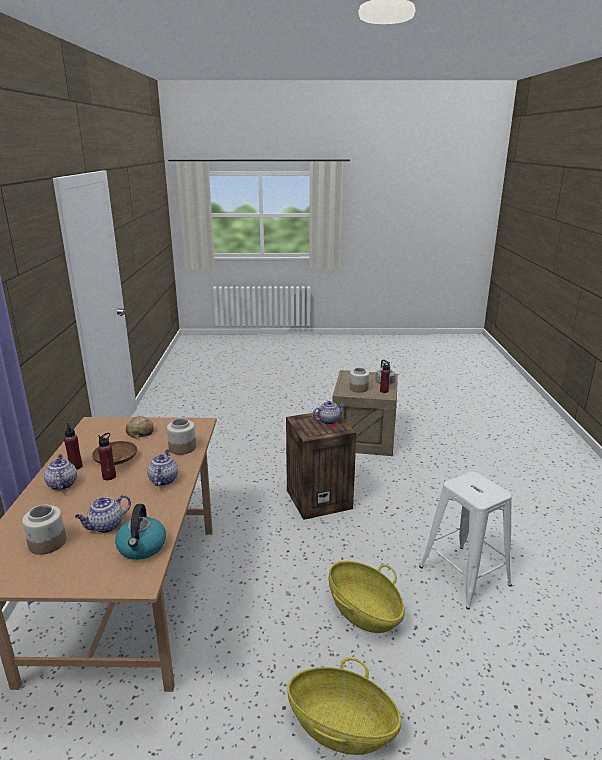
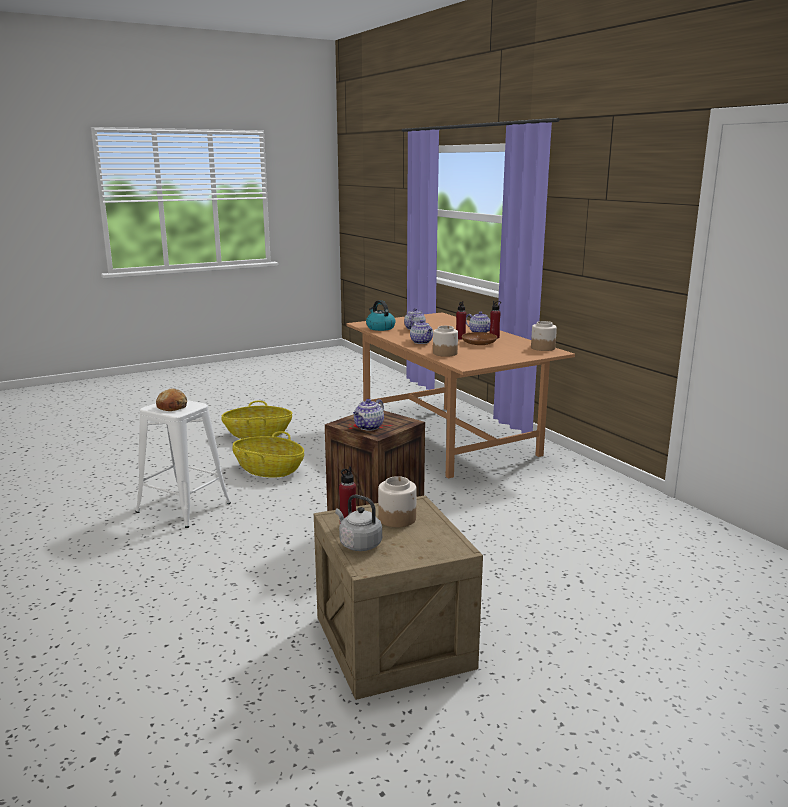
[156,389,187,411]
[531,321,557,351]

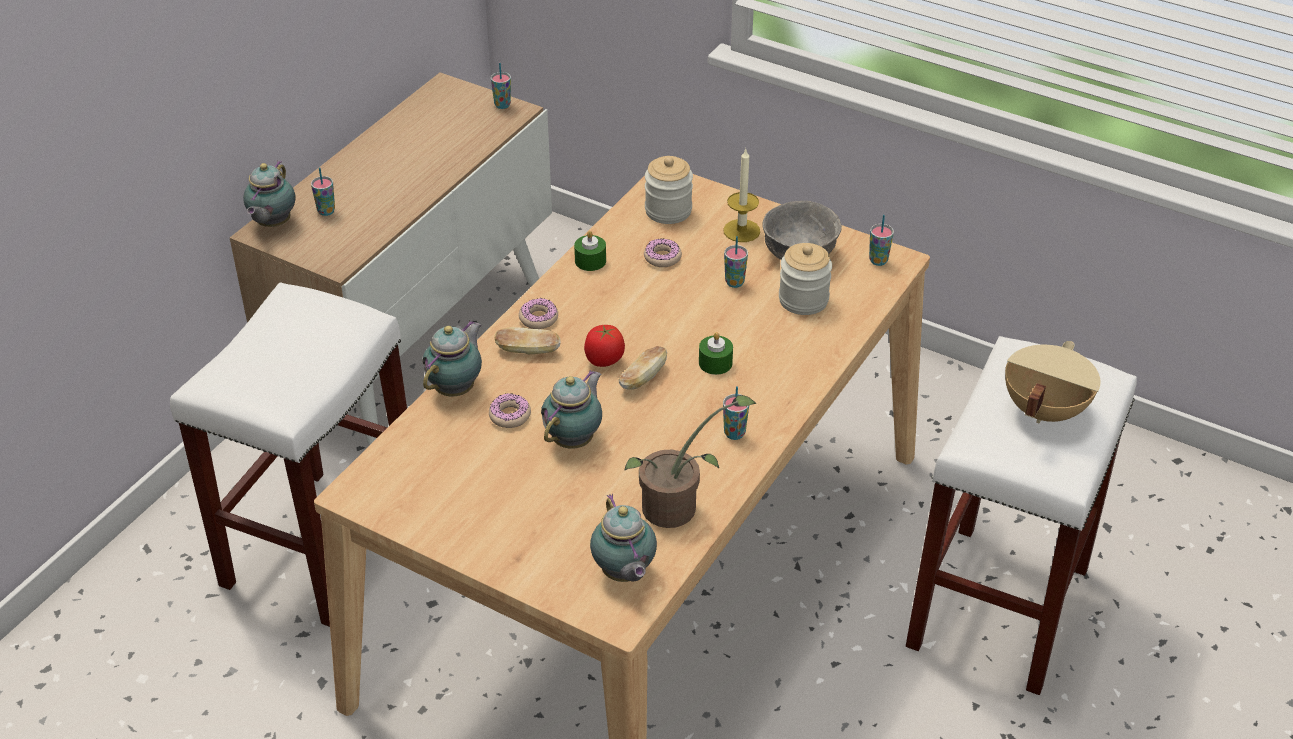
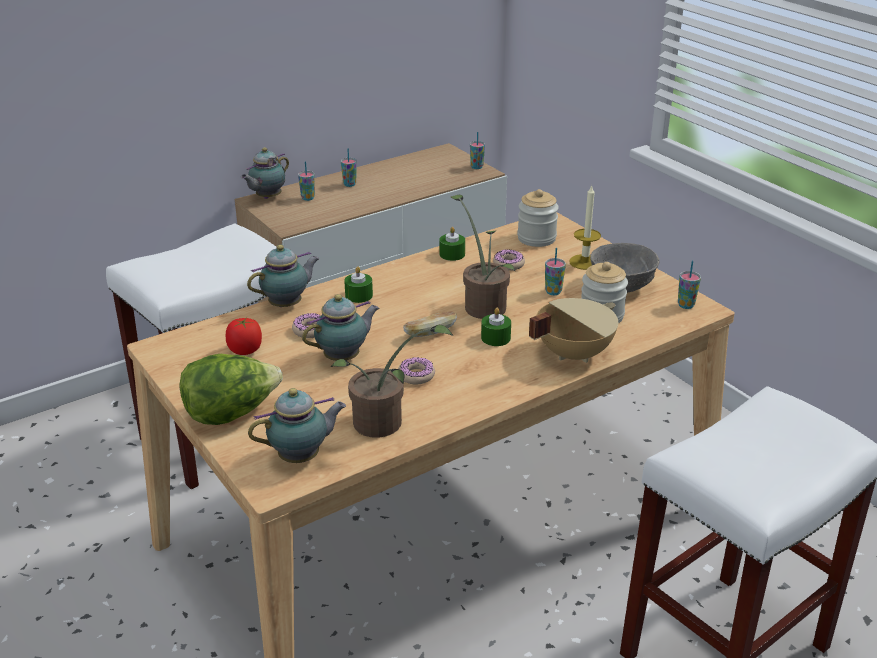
[179,354,283,425]
[226,318,262,355]
[248,388,346,463]
[341,148,357,187]
[344,267,373,303]
[398,357,435,384]
[451,195,515,319]
[529,298,618,363]

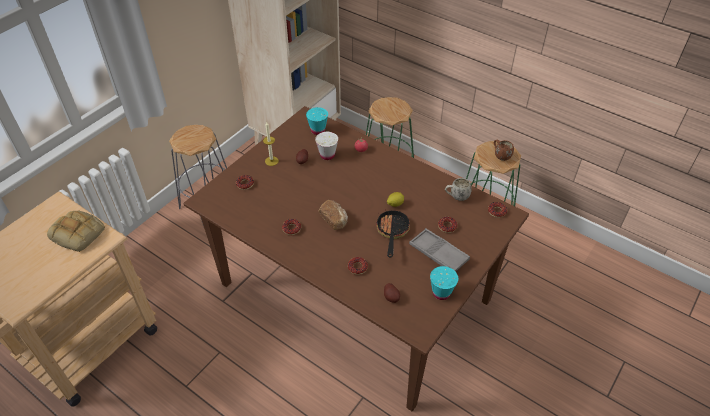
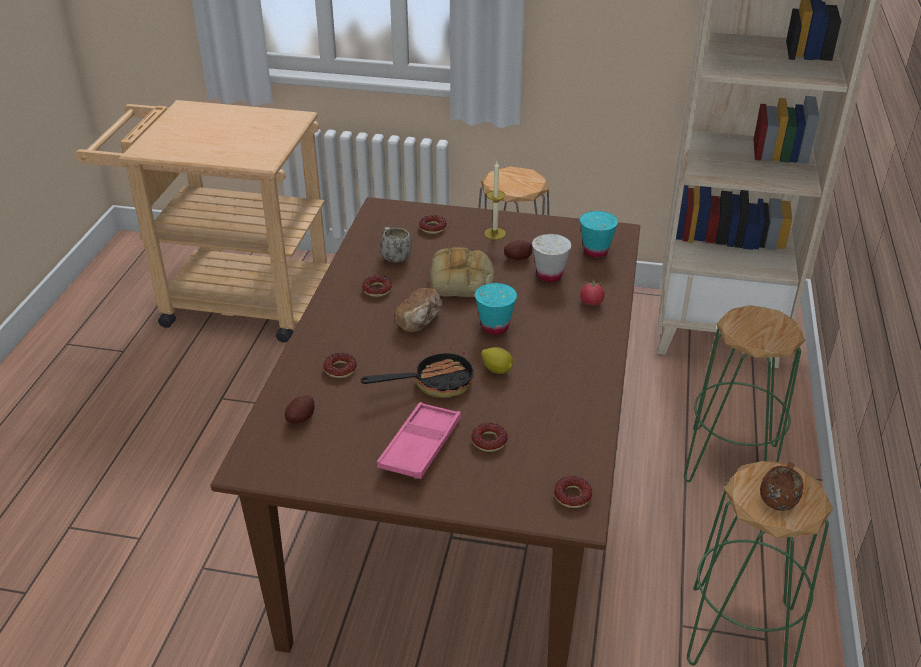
[377,402,461,479]
[380,227,412,263]
[430,247,495,297]
[475,283,517,335]

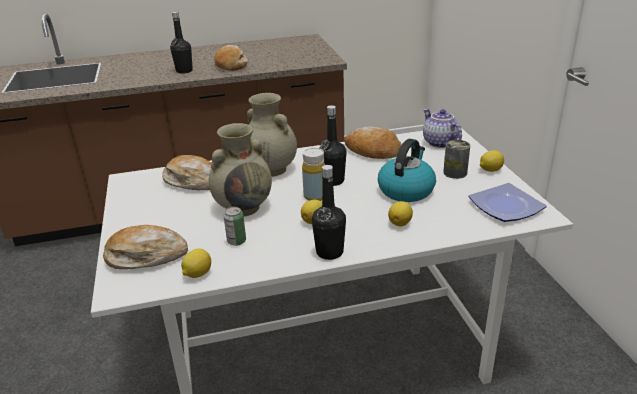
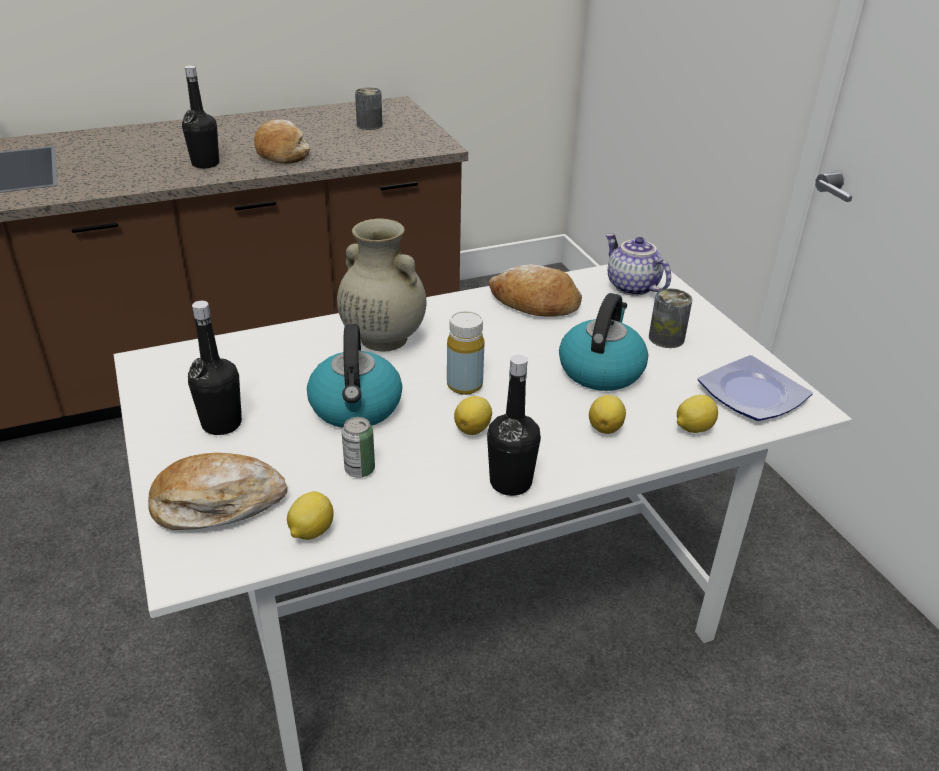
[188,301,242,435]
[307,324,402,428]
[355,87,382,130]
[677,395,718,433]
[162,155,212,191] (first image)

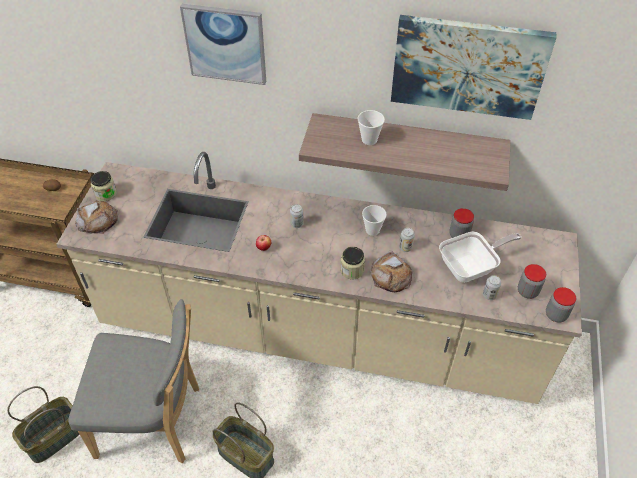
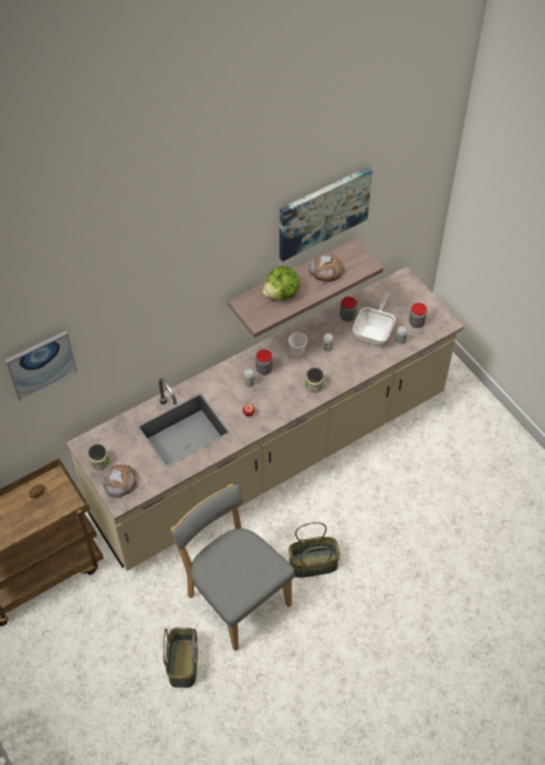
[5,331,78,401]
[170,483,295,651]
[256,349,273,375]
[263,266,300,300]
[309,254,345,283]

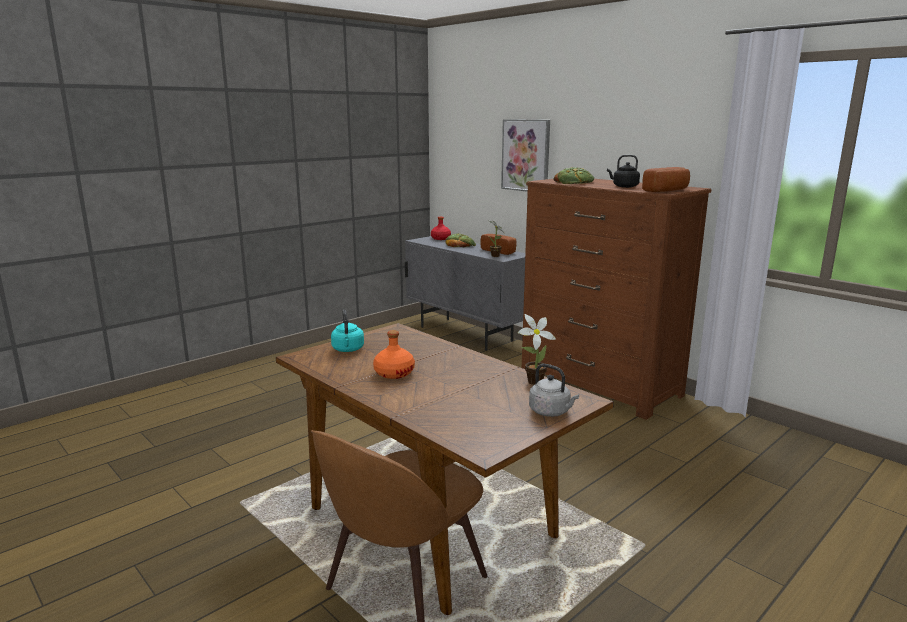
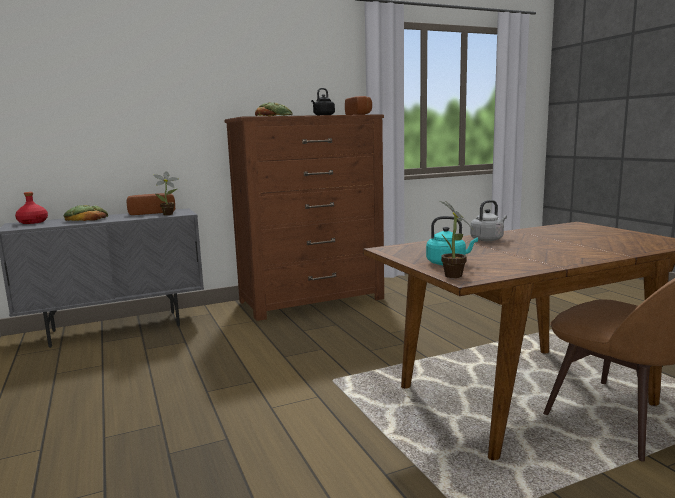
[440,200,474,278]
[470,200,507,241]
[373,330,415,379] (first image)
[501,119,550,192] (first image)

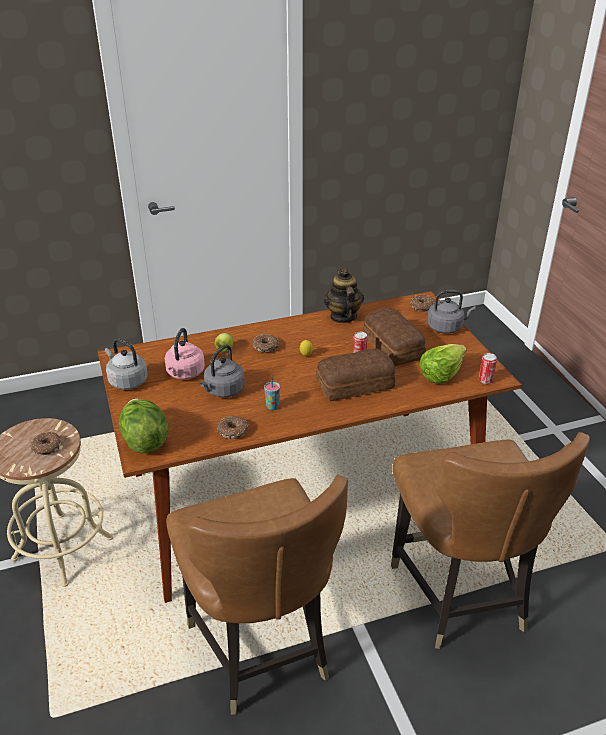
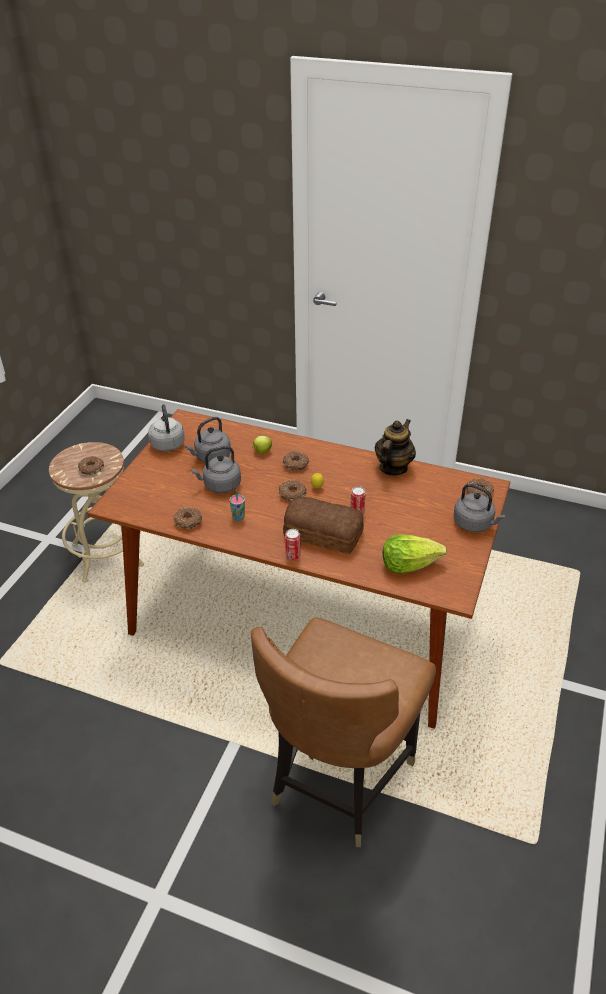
[185,417,231,462]
[279,480,307,501]
[285,529,301,560]
[119,399,169,453] (first image)
[166,475,348,715] (first image)
[363,308,426,366] (first image)

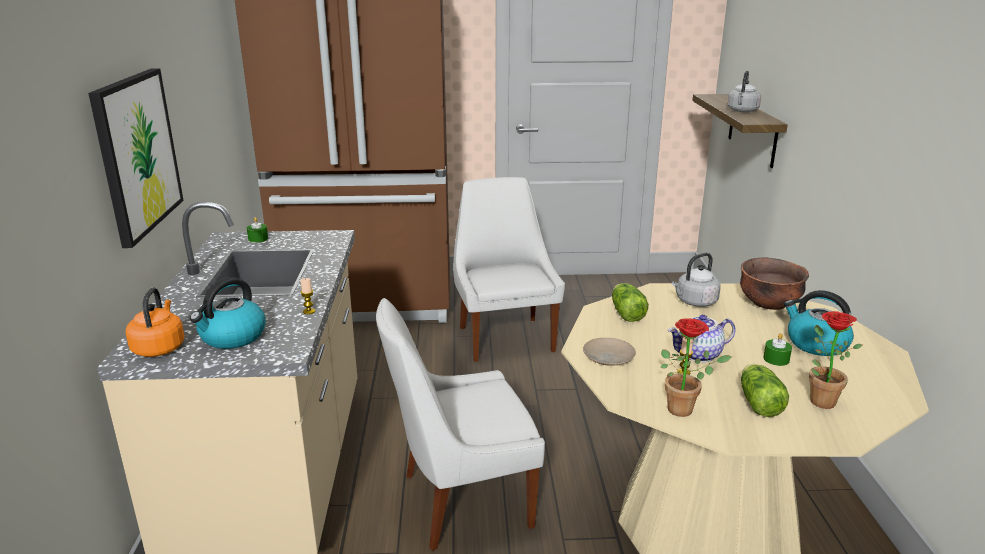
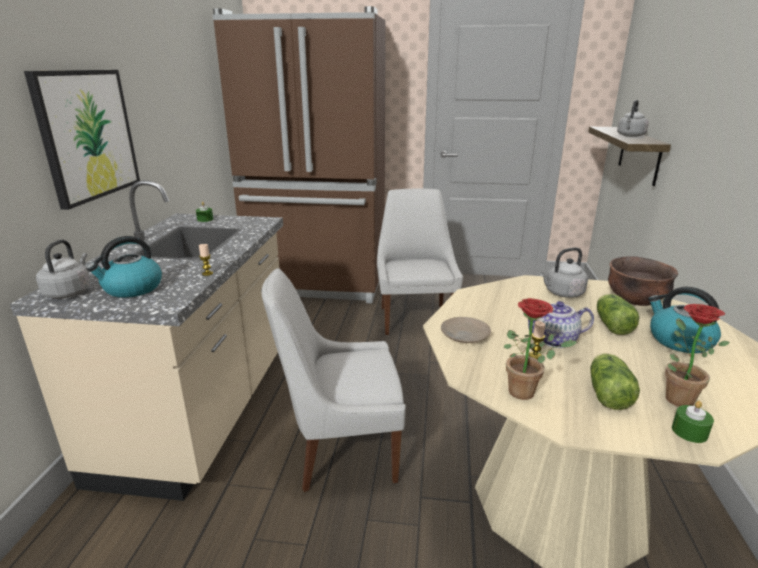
[36,239,91,299]
[597,294,639,335]
[672,401,714,443]

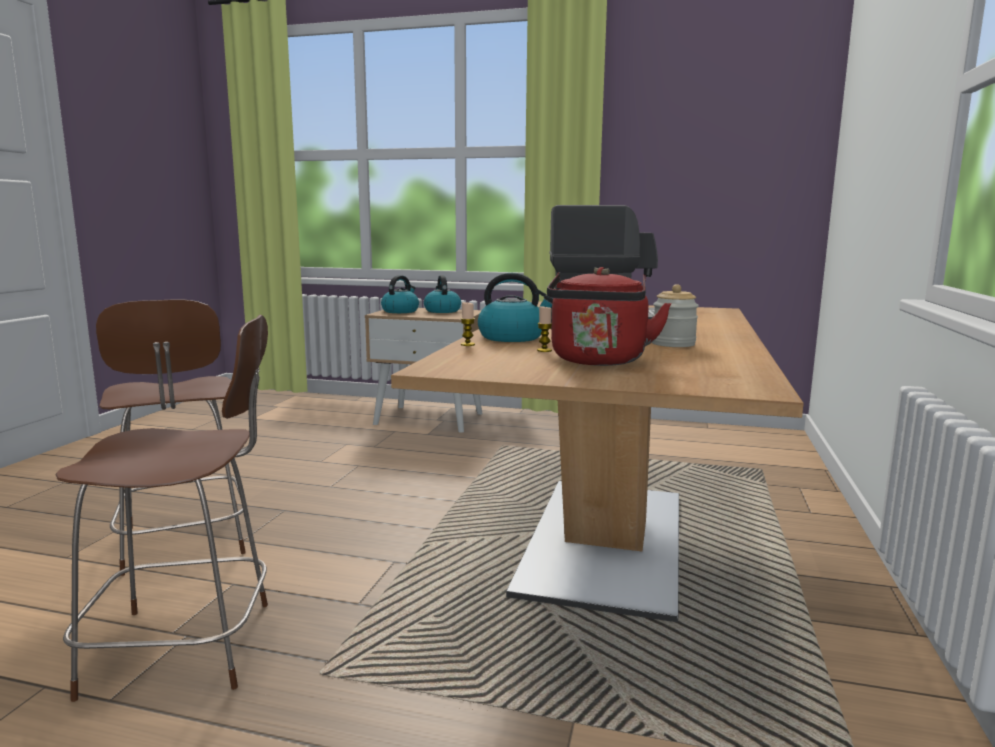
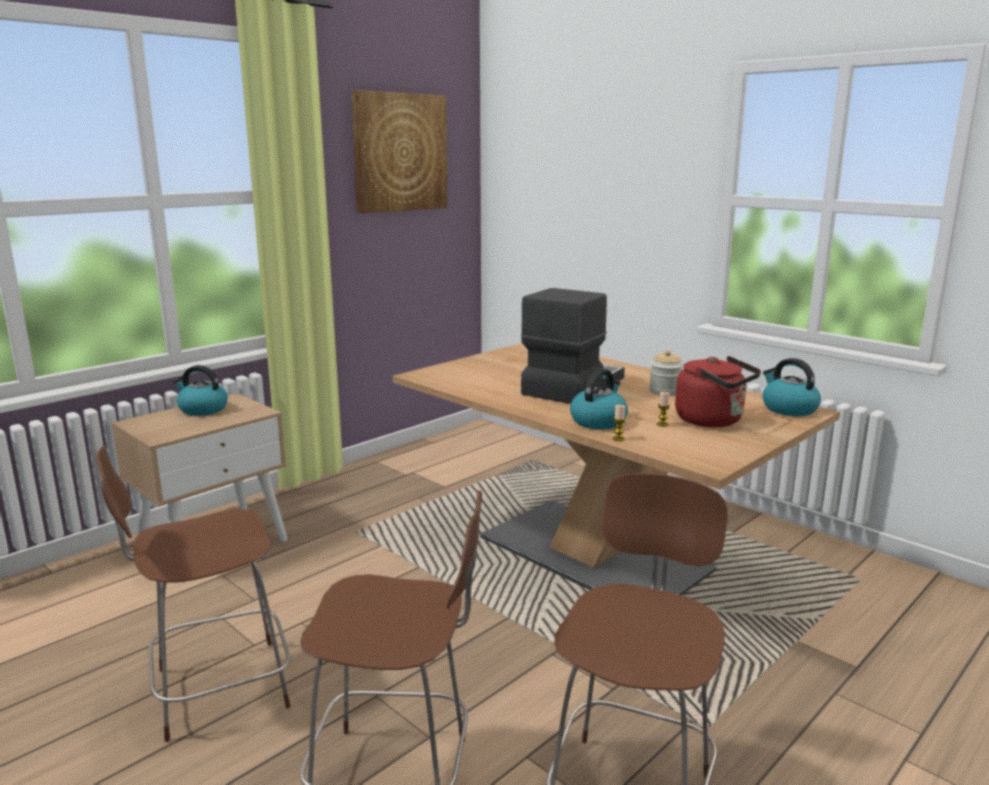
[96,446,291,742]
[351,90,447,213]
[763,358,821,416]

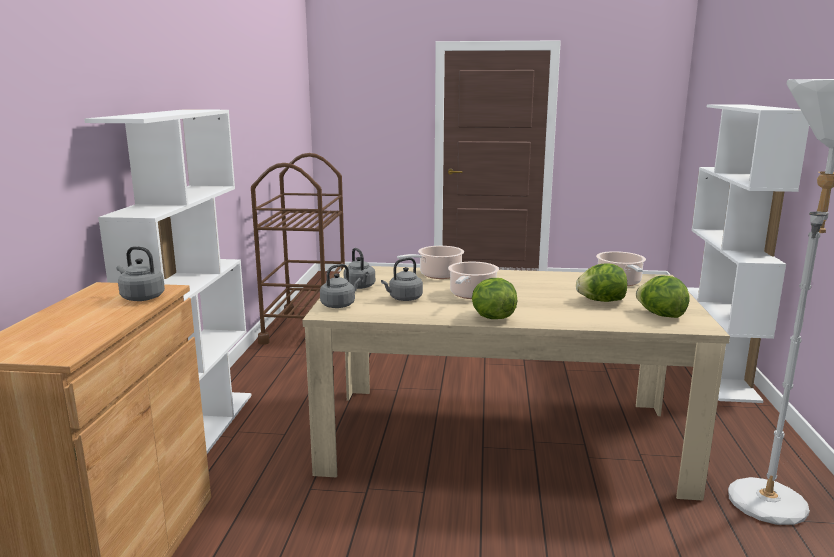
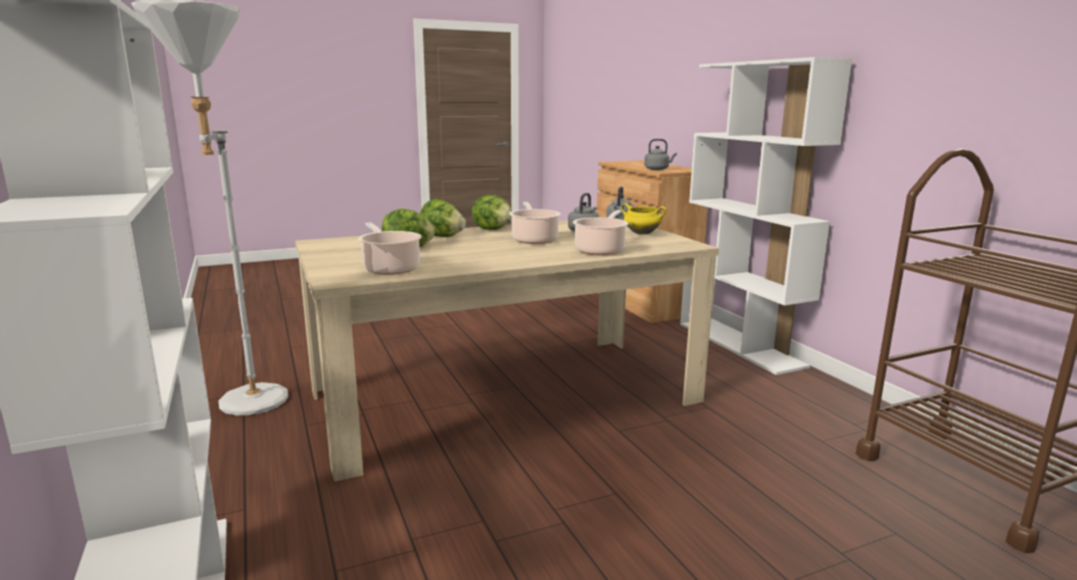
[420,199,466,237]
[621,203,666,235]

